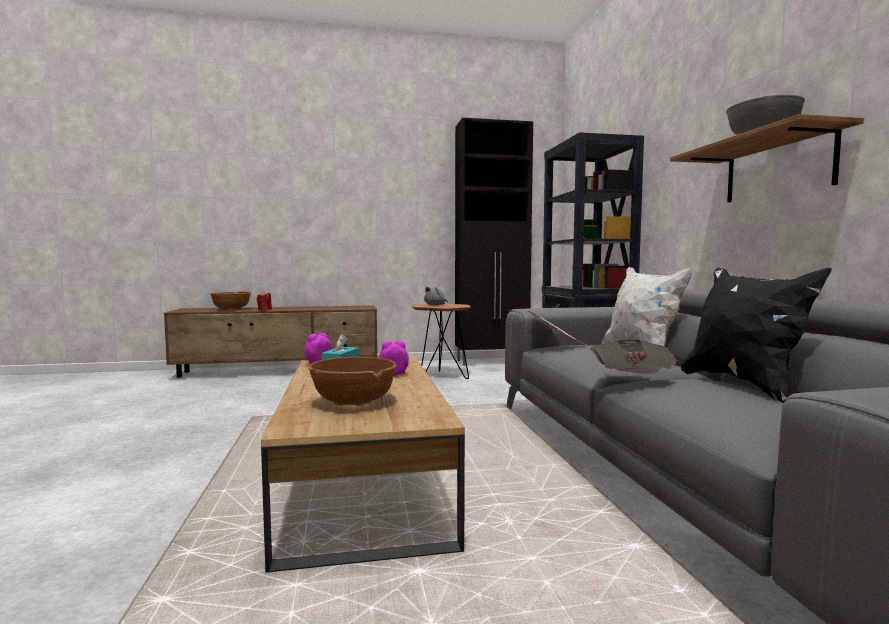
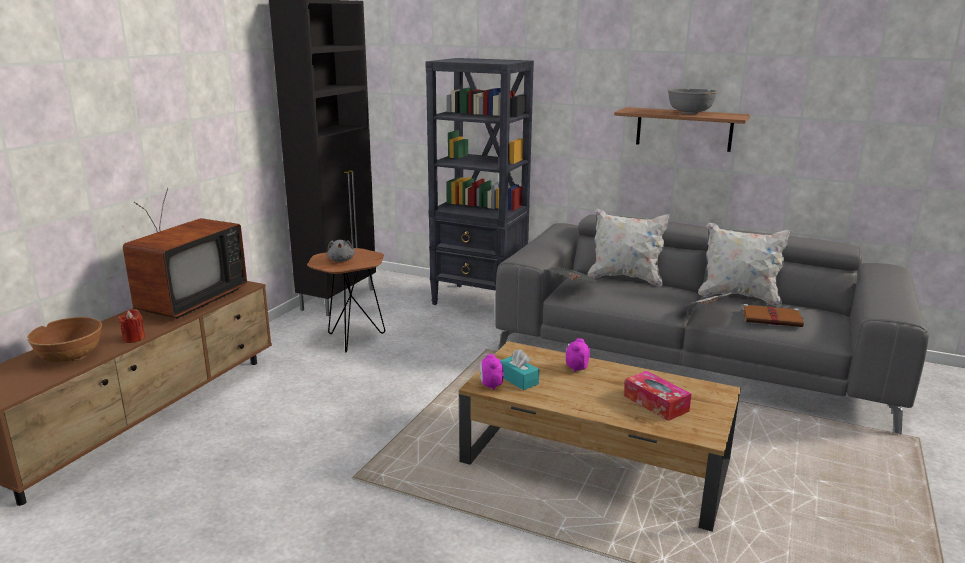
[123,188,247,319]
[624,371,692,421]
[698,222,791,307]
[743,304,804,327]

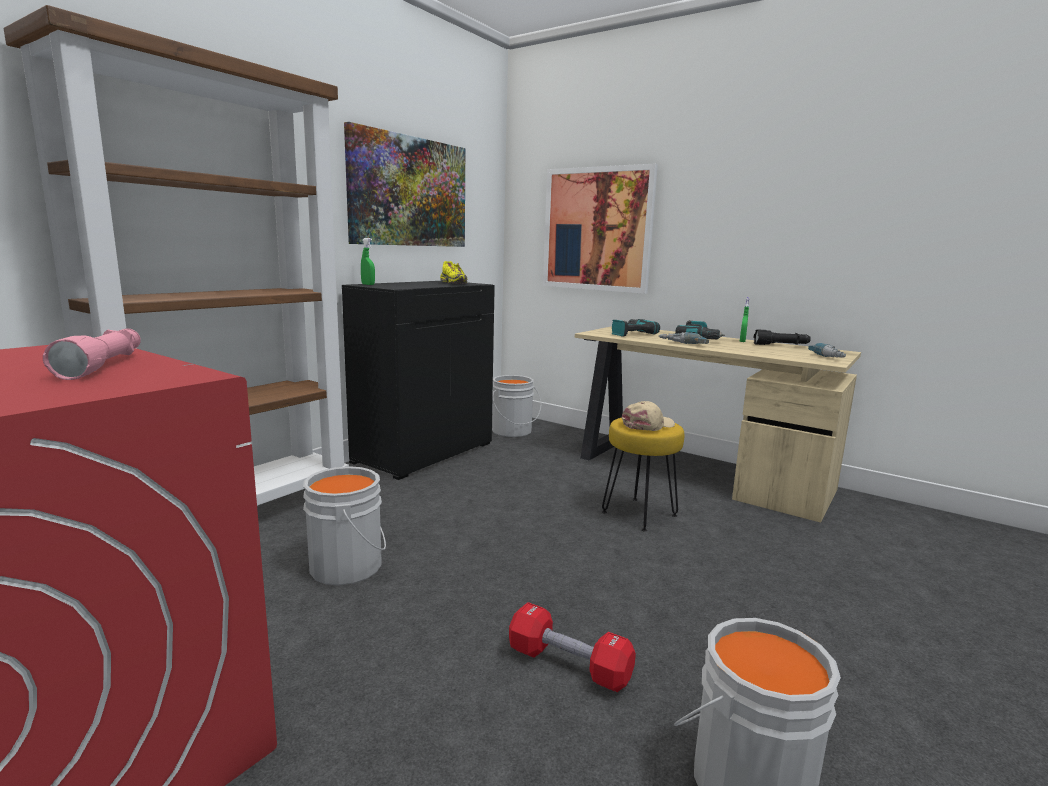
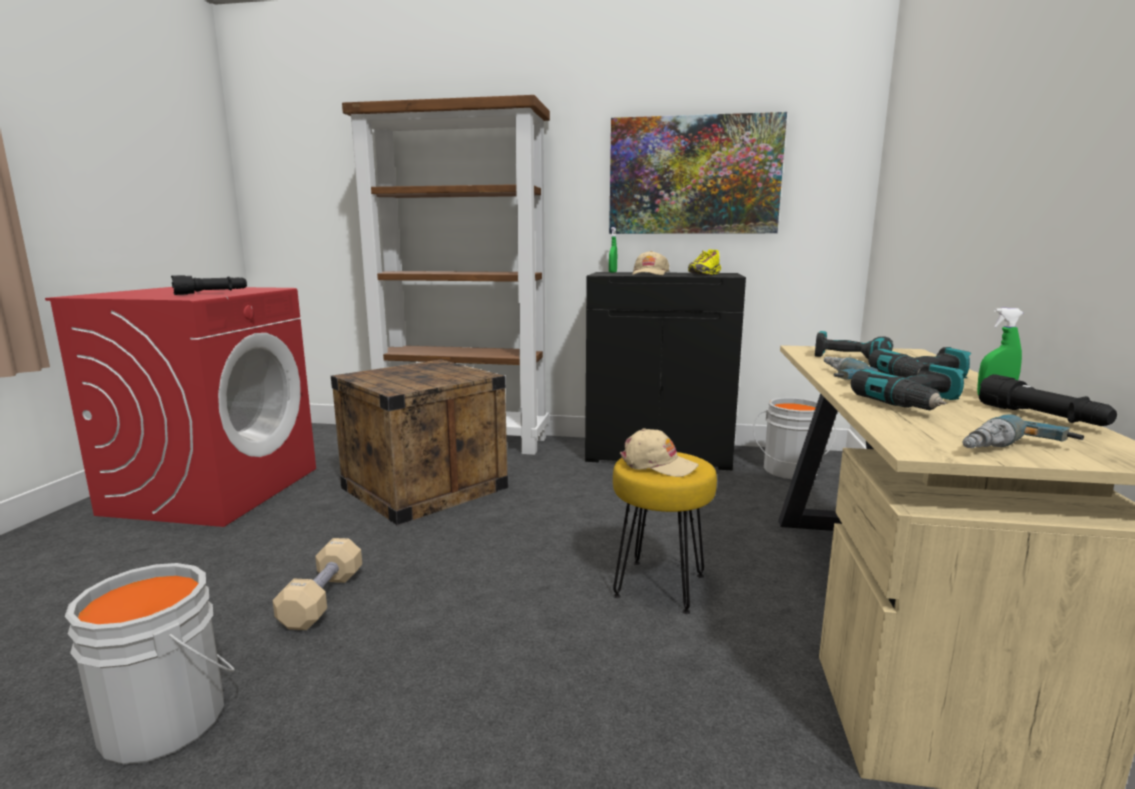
[171,275,247,295]
[272,538,362,630]
[331,360,508,526]
[632,251,669,275]
[851,363,964,410]
[543,164,658,294] (first image)

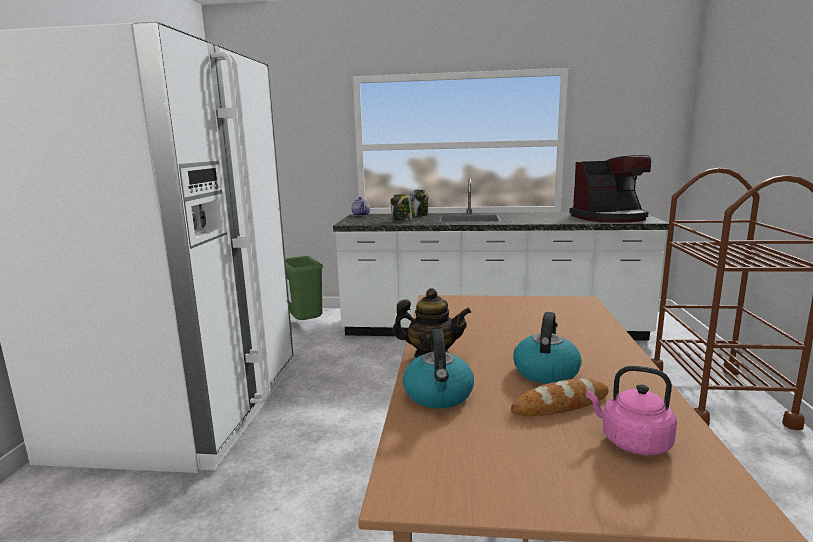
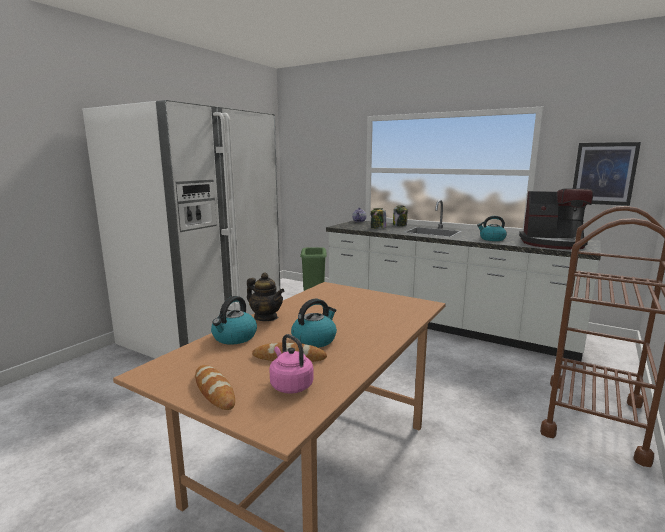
[195,365,235,410]
[477,216,507,241]
[573,142,641,206]

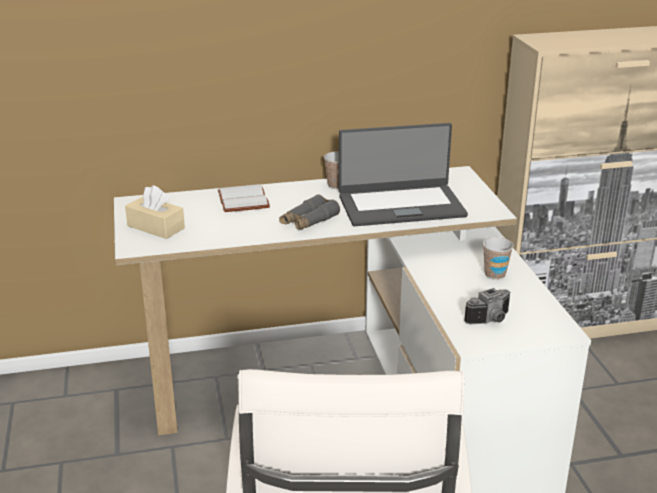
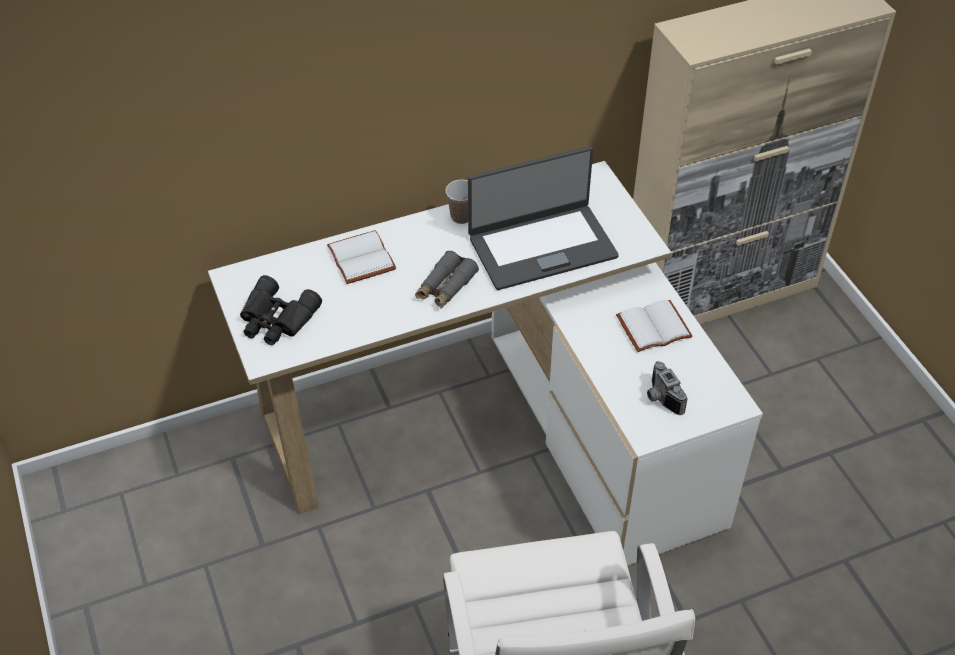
[240,275,322,345]
[616,300,693,352]
[647,361,687,415]

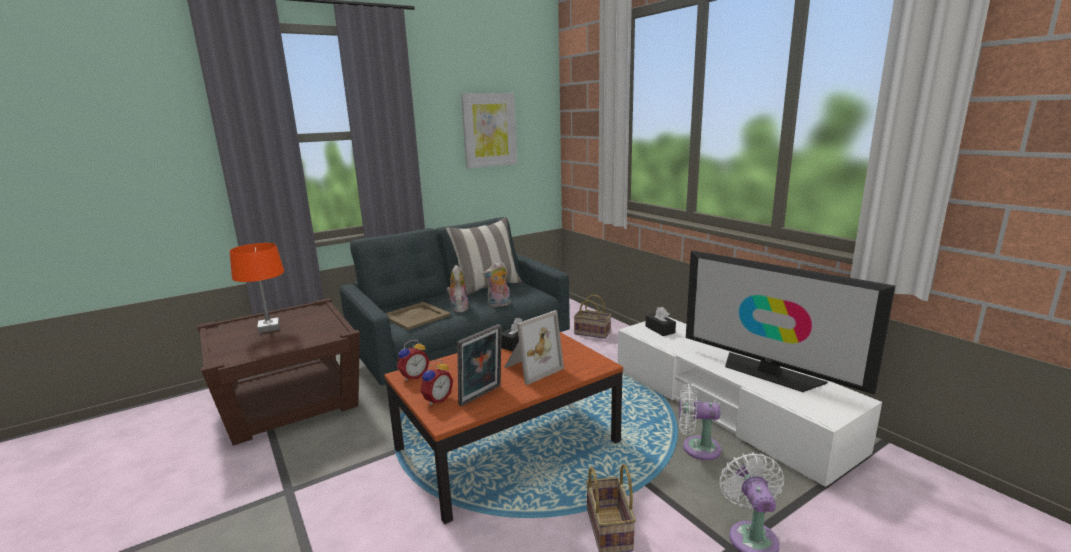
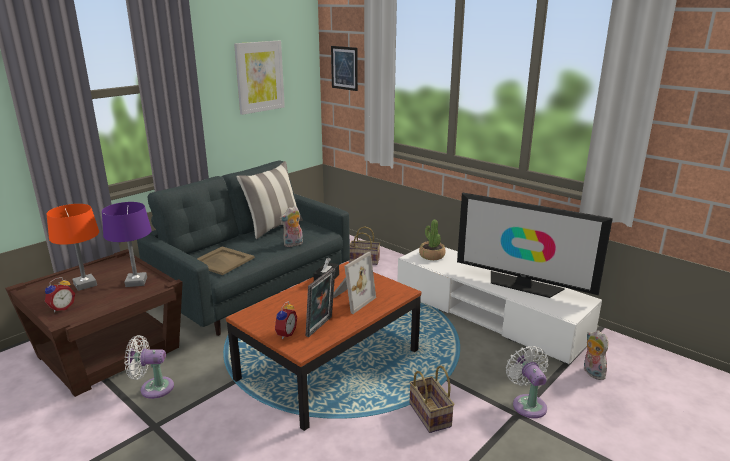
[45,277,75,312]
[102,202,152,287]
[124,335,174,399]
[331,46,358,91]
[419,220,445,260]
[583,330,608,380]

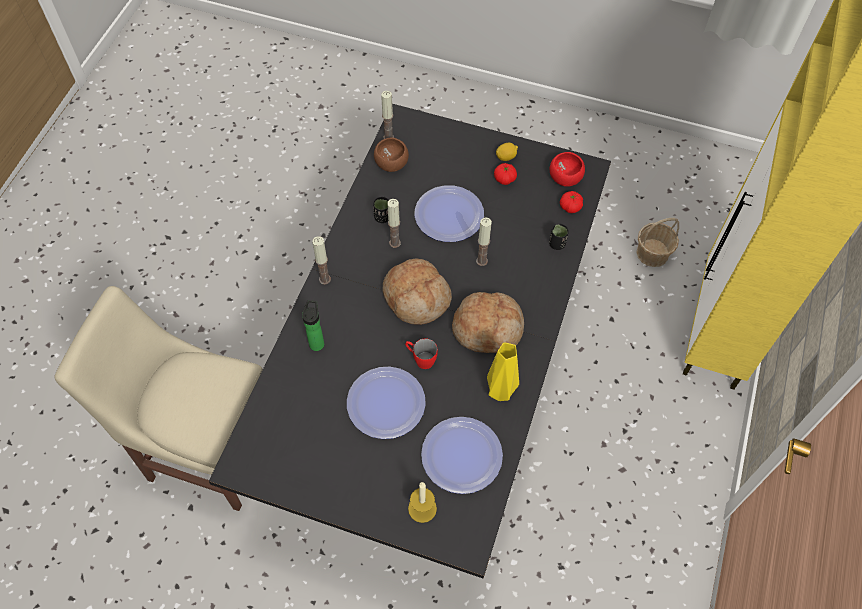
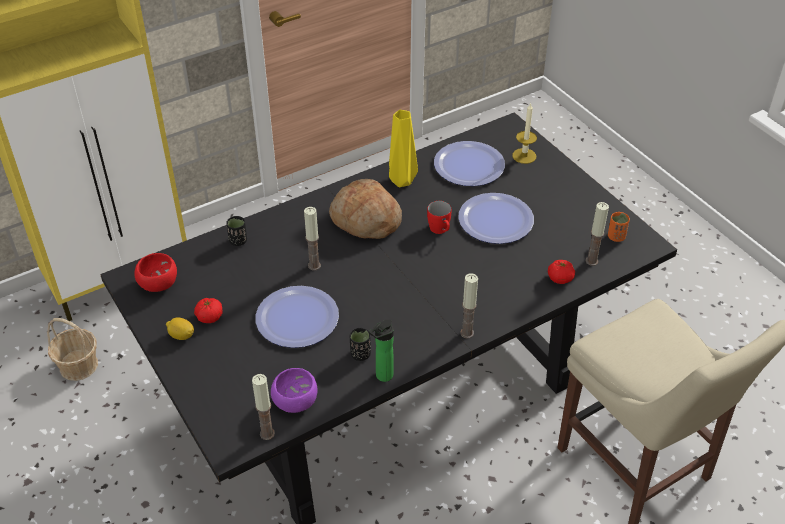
[271,368,318,413]
[369,319,394,382]
[548,260,575,284]
[586,202,609,266]
[608,212,630,242]
[383,259,452,325] (first image)

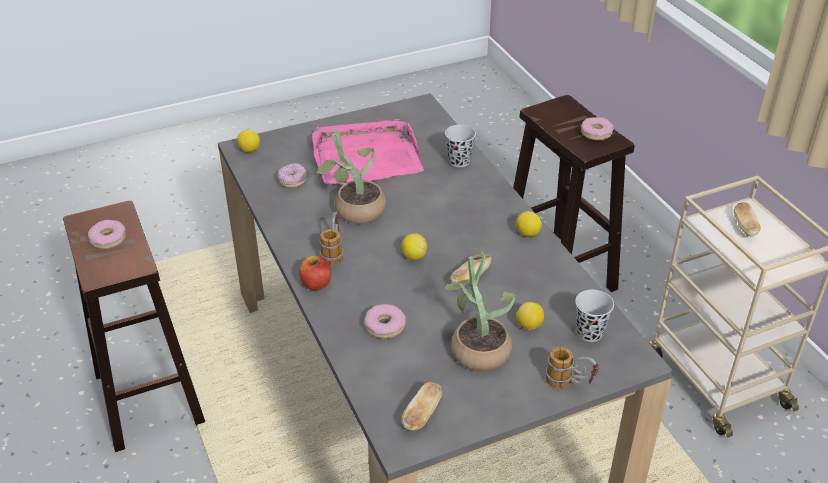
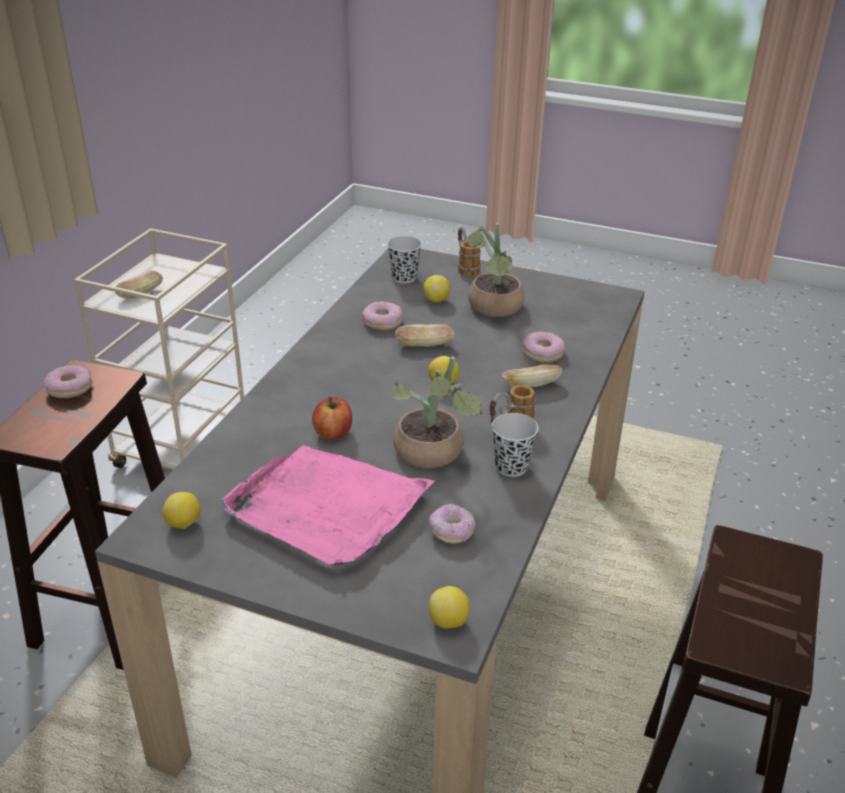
[162,492,201,529]
[312,397,352,440]
[362,301,403,330]
[492,413,539,477]
[502,364,562,387]

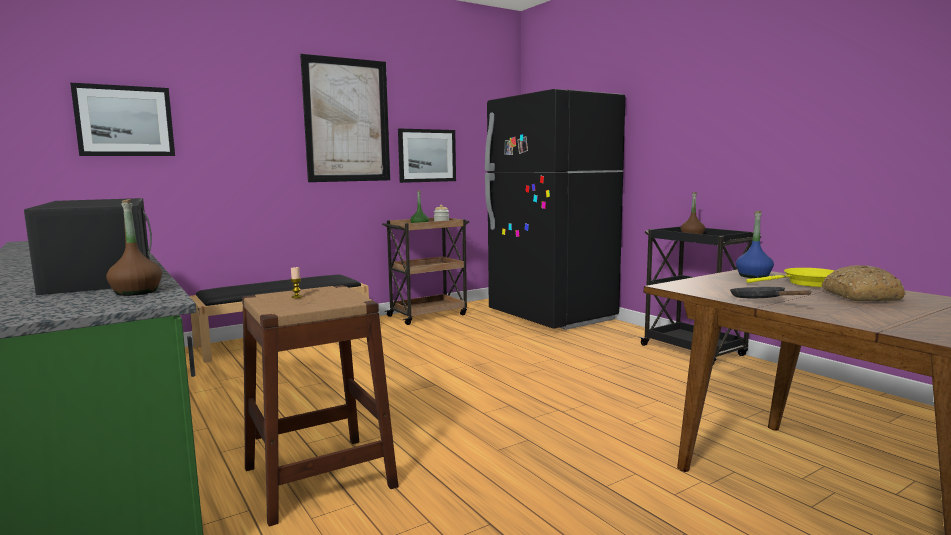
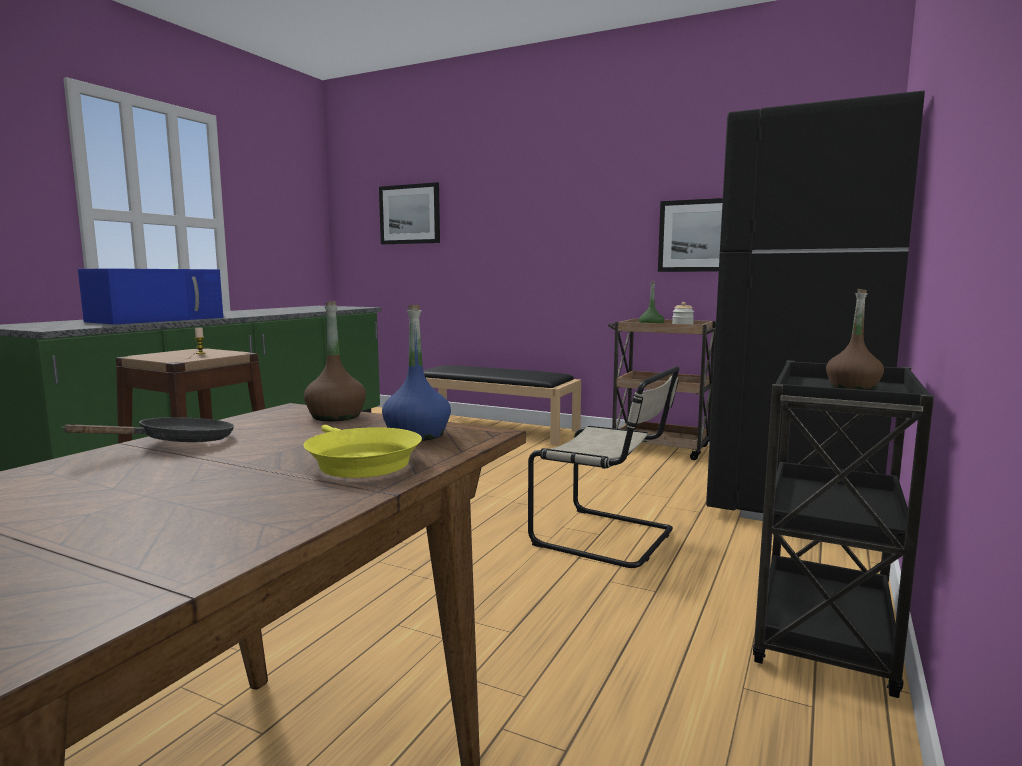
[78,268,223,325]
[304,301,366,421]
[528,366,680,568]
[300,54,390,182] (first image)
[822,265,906,301] (first image)

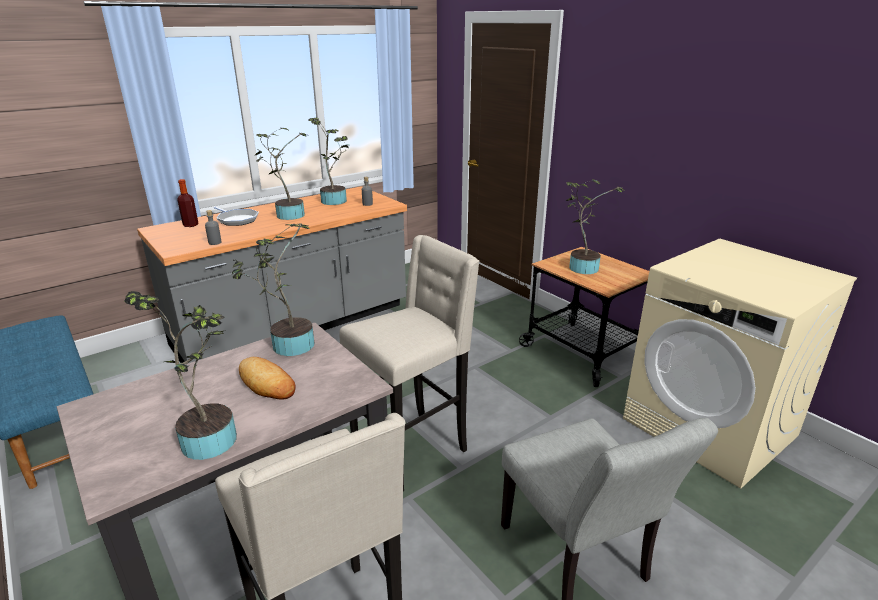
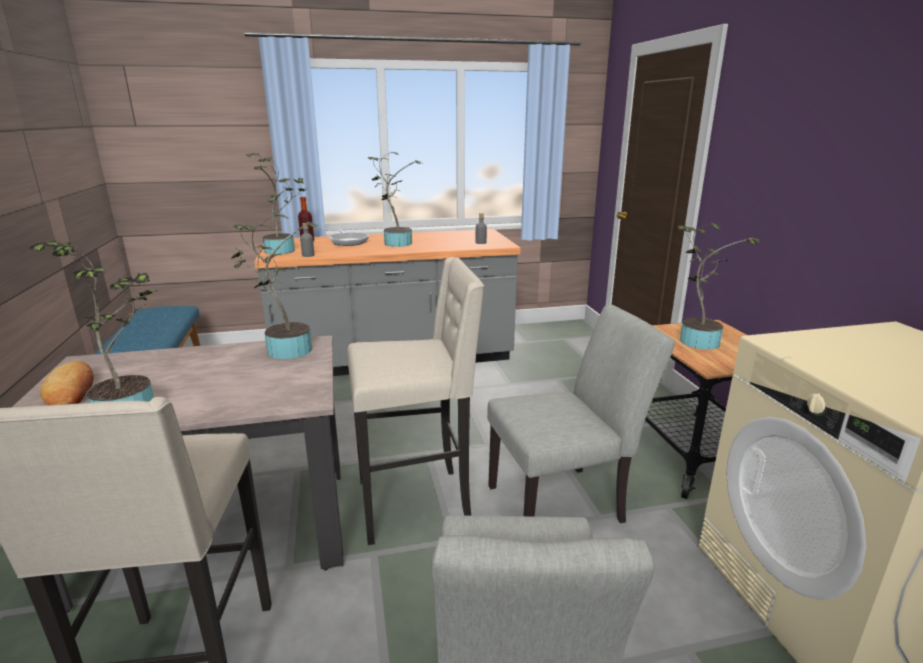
[40,361,94,405]
[246,153,305,255]
[487,304,675,523]

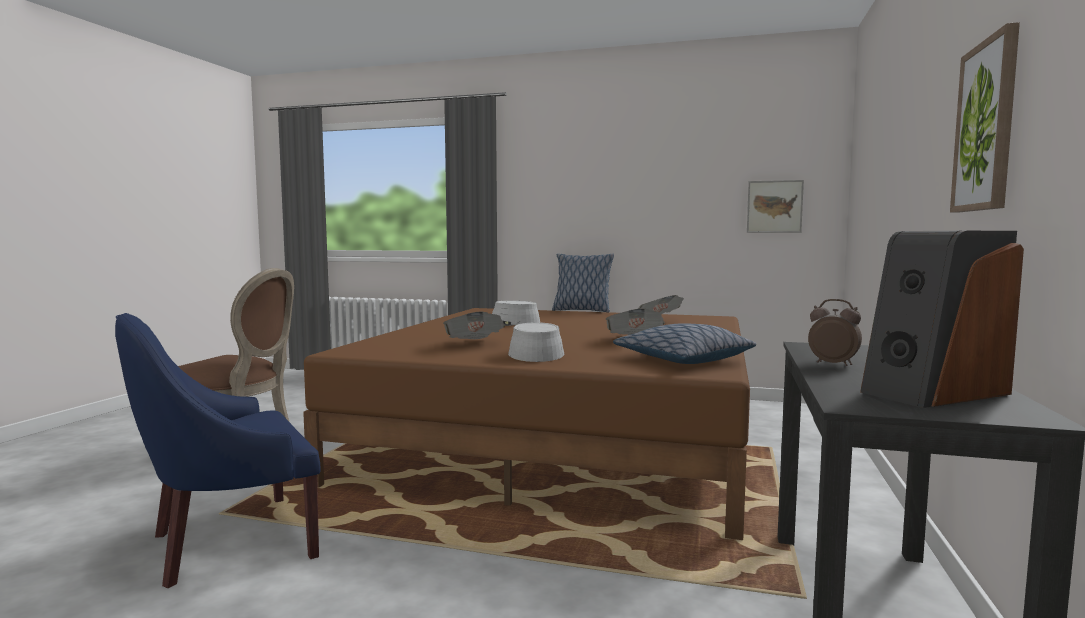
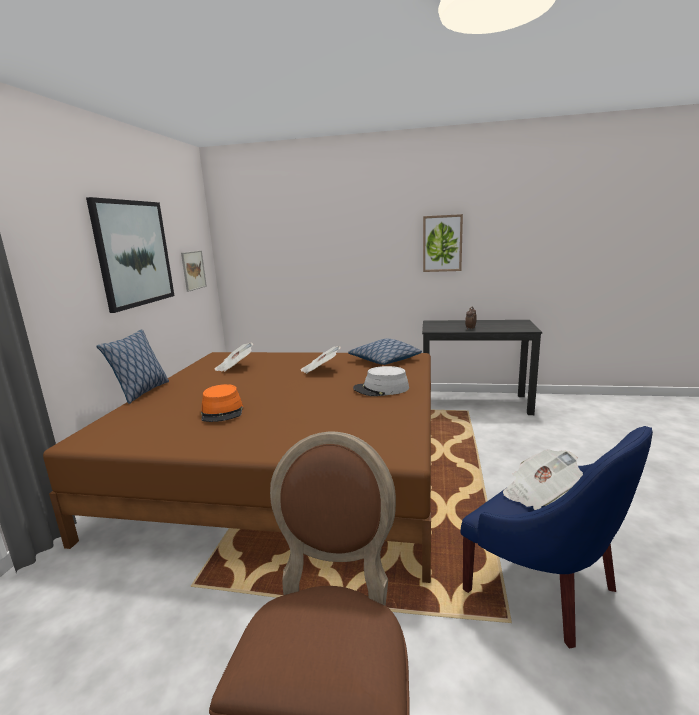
[86,197,175,313]
[201,384,243,422]
[503,449,583,510]
[860,231,1024,408] (first image)

